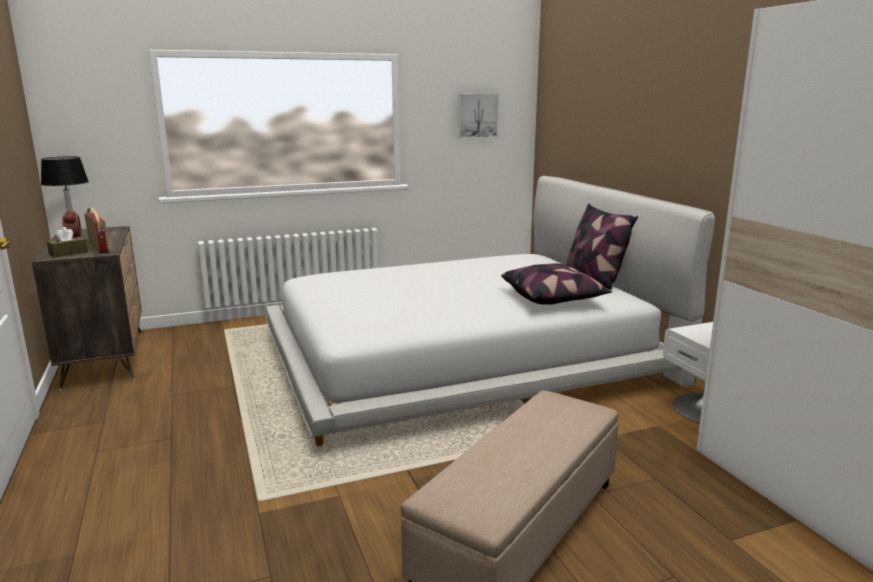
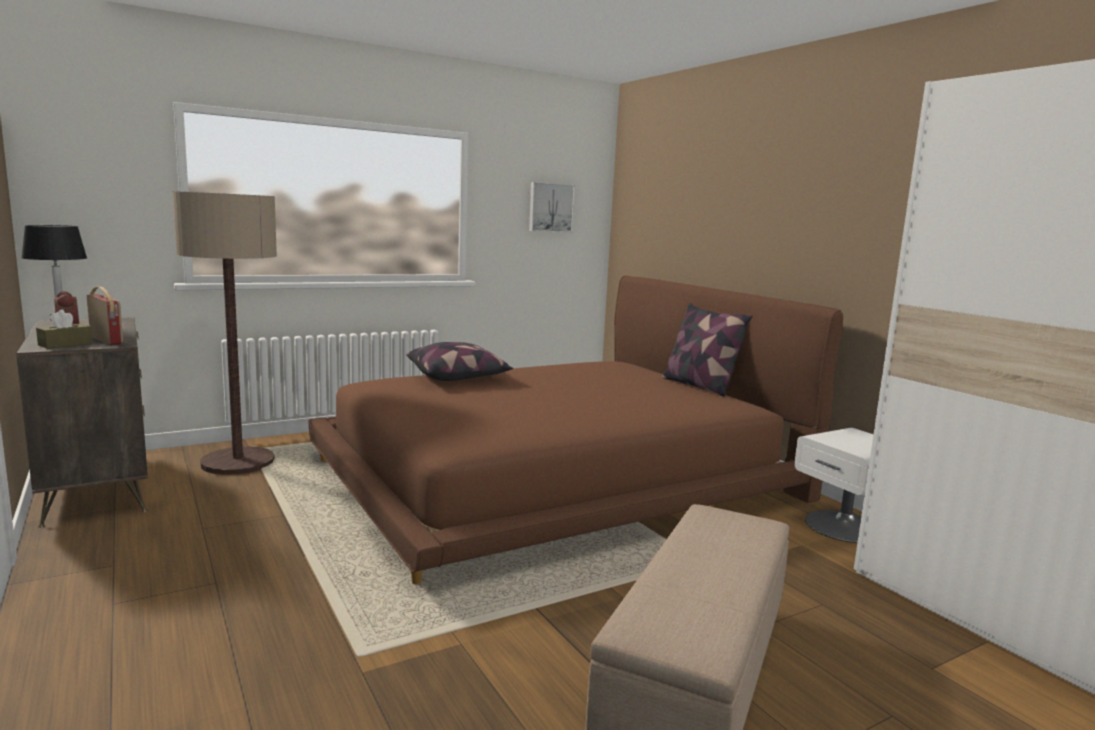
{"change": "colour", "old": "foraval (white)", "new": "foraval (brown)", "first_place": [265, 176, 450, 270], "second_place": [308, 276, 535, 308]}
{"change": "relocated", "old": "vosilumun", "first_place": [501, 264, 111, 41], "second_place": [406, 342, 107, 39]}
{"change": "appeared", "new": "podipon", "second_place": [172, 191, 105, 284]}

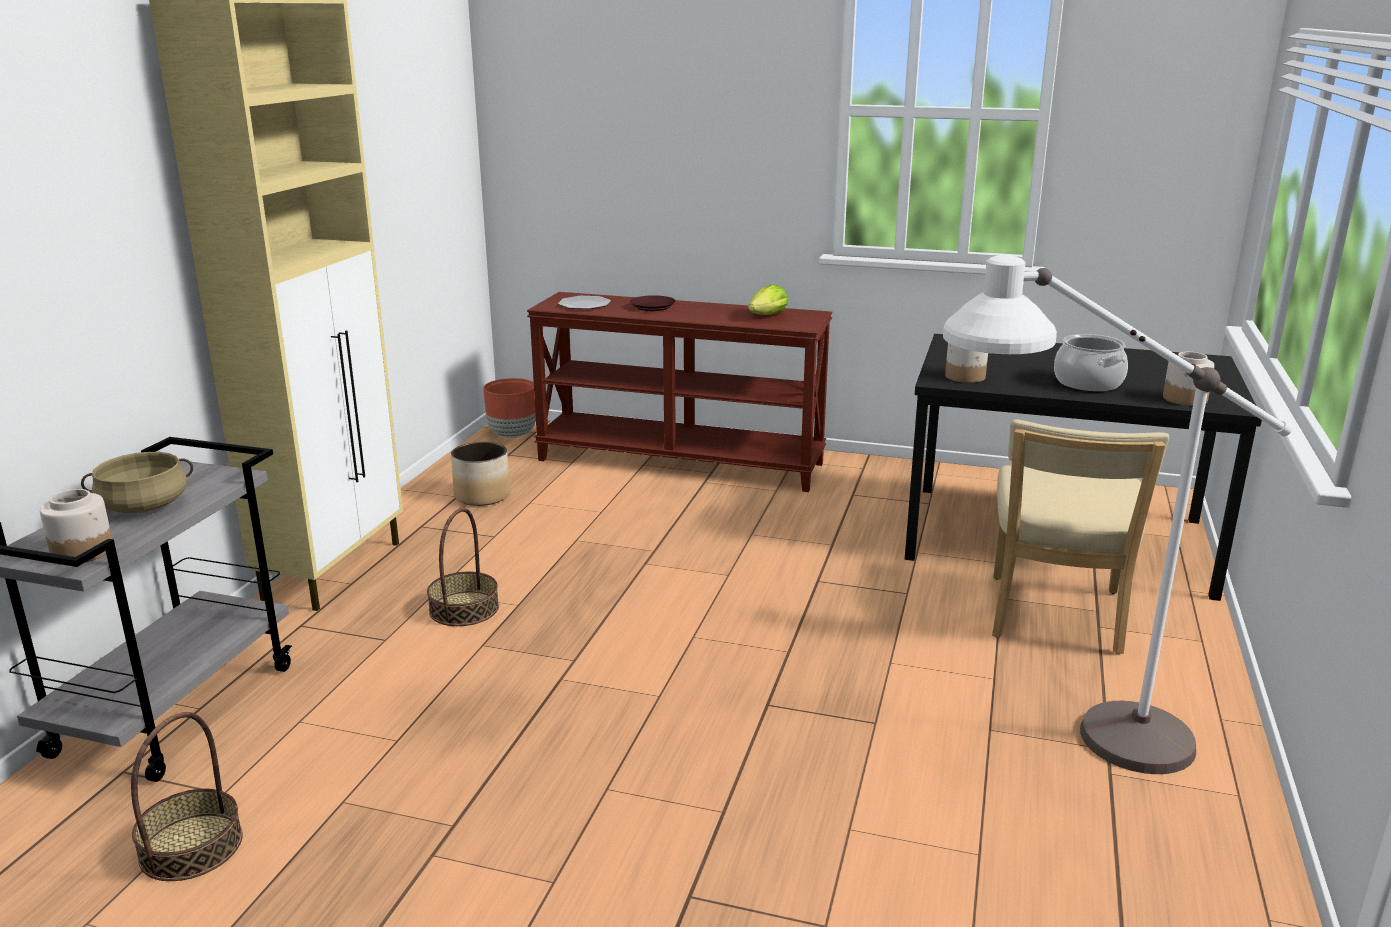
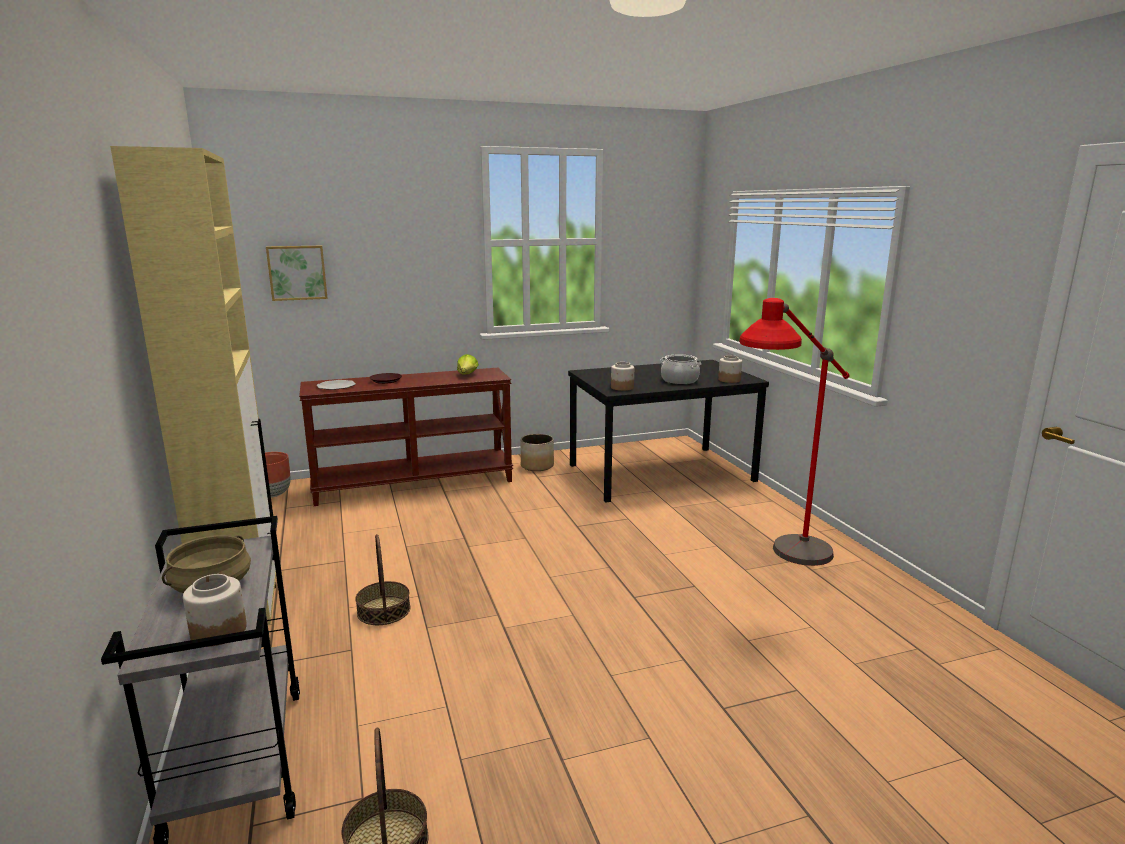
{"change": "relocated", "old": "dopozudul", "first_place": [451, 442, 59, 64], "second_place": [521, 434, 33, 37]}
{"change": "colour", "old": "podipon (white)", "new": "podipon (red)", "first_place": [943, 255, 350, 519], "second_place": [739, 298, 111, 268]}
{"change": "missing", "old": "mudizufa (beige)", "first_place": [992, 419, 177, 235]}
{"change": "appeared", "new": "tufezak", "second_place": [266, 246, 62, 55]}

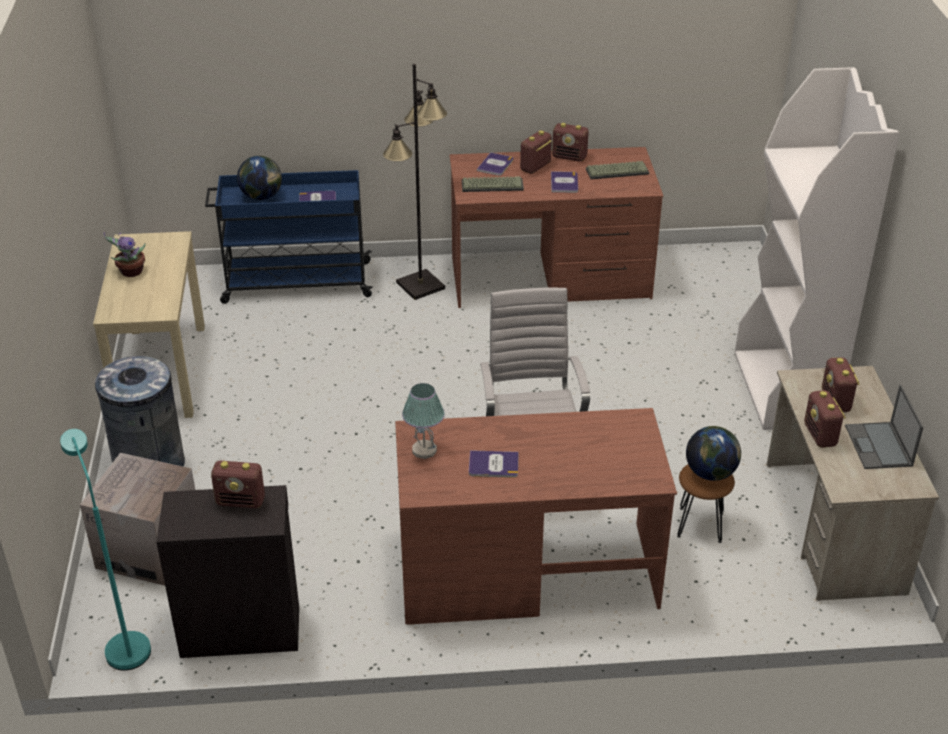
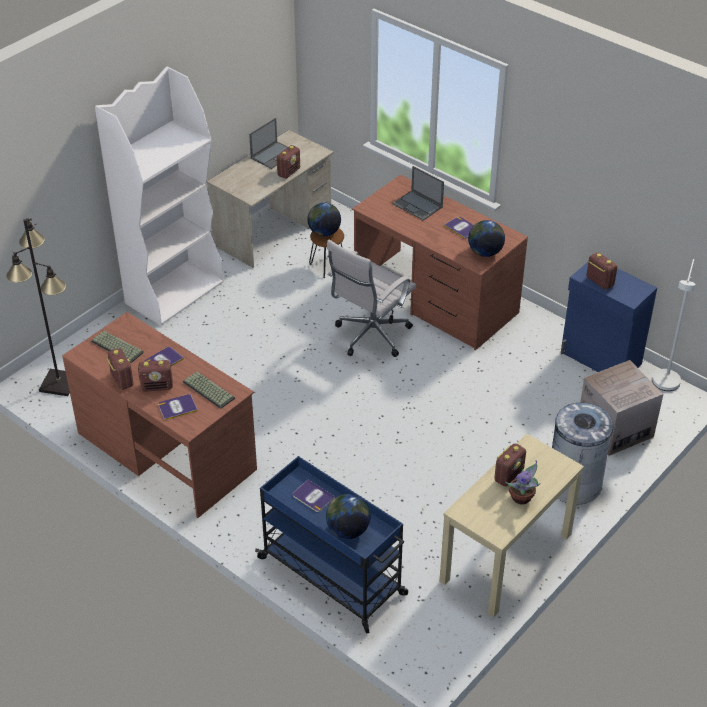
{"change": "colour", "old": "podipon (turquoise)", "new": "podipon (white)", "first_place": [60, 429, 91, 242], "second_place": [652, 259, 44, 132]}
{"change": "colour", "old": "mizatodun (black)", "new": "mizatodun (blue)", "first_place": [156, 485, 143, 173], "second_place": [561, 262, 96, 110]}
{"change": "relocated", "old": "podipon (black)", "first_place": [383, 64, 64, 236], "second_place": [6, 218, 64, 178]}
{"change": "exchanged", "old": "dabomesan", "new": "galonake", "first_place": [402, 383, 43, 76], "second_place": [468, 220, 37, 37]}
{"change": "relocated", "old": "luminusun", "first_place": [822, 357, 38, 55], "second_place": [494, 443, 32, 44]}
{"change": "appeared", "new": "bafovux", "second_place": [393, 166, 51, 55]}

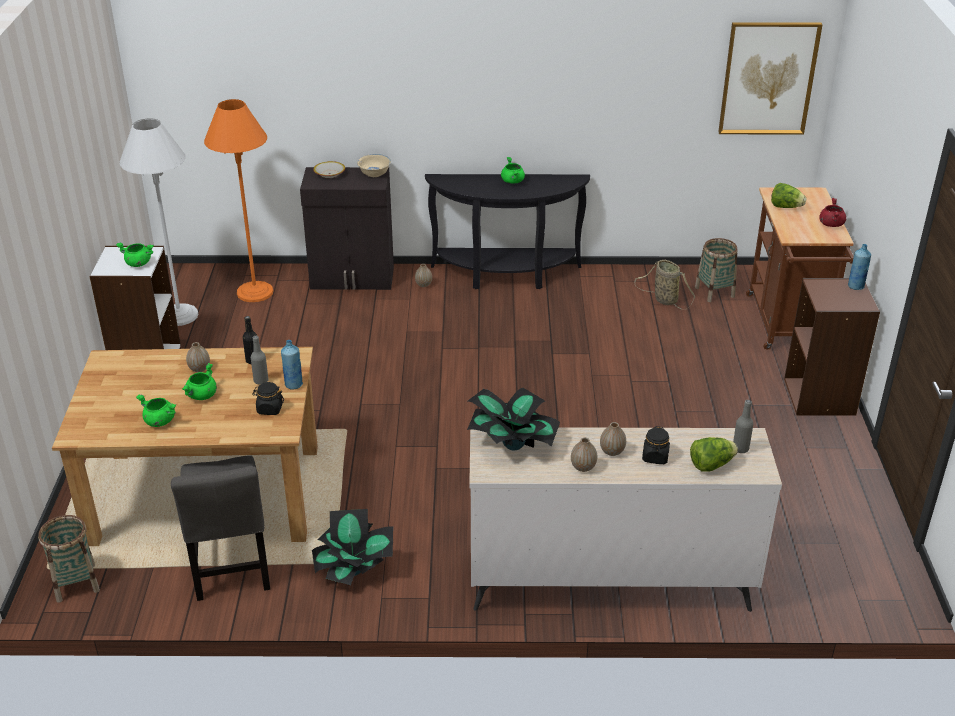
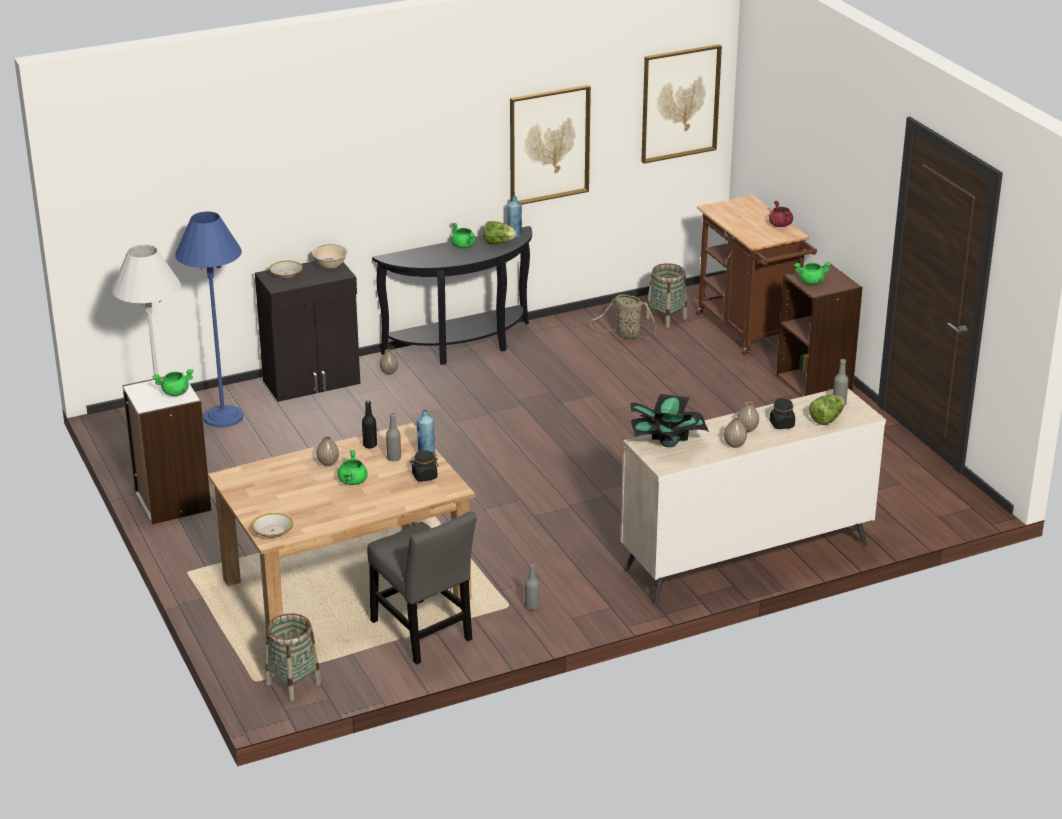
{"change": "relocated", "old": "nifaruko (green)", "first_place": [136, 395, 40, 32], "second_place": [794, 262, 37, 23]}
{"change": "colour", "old": "podipon (orange)", "new": "podipon (blue)", "first_place": [204, 99, 70, 203], "second_place": [175, 212, 68, 216]}
{"change": "exchanged", "old": "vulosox", "new": "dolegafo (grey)", "first_place": [312, 509, 81, 76], "second_place": [525, 563, 14, 47]}
{"change": "relocated", "old": "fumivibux", "first_place": [771, 183, 36, 25], "second_place": [483, 221, 33, 23]}
{"change": "relocated", "old": "dolegafo (blue)", "first_place": [848, 244, 23, 46], "second_place": [508, 196, 14, 42]}
{"change": "appeared", "new": "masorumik", "second_place": [251, 513, 42, 25]}
{"change": "appeared", "new": "tufezak", "second_place": [510, 85, 81, 120]}

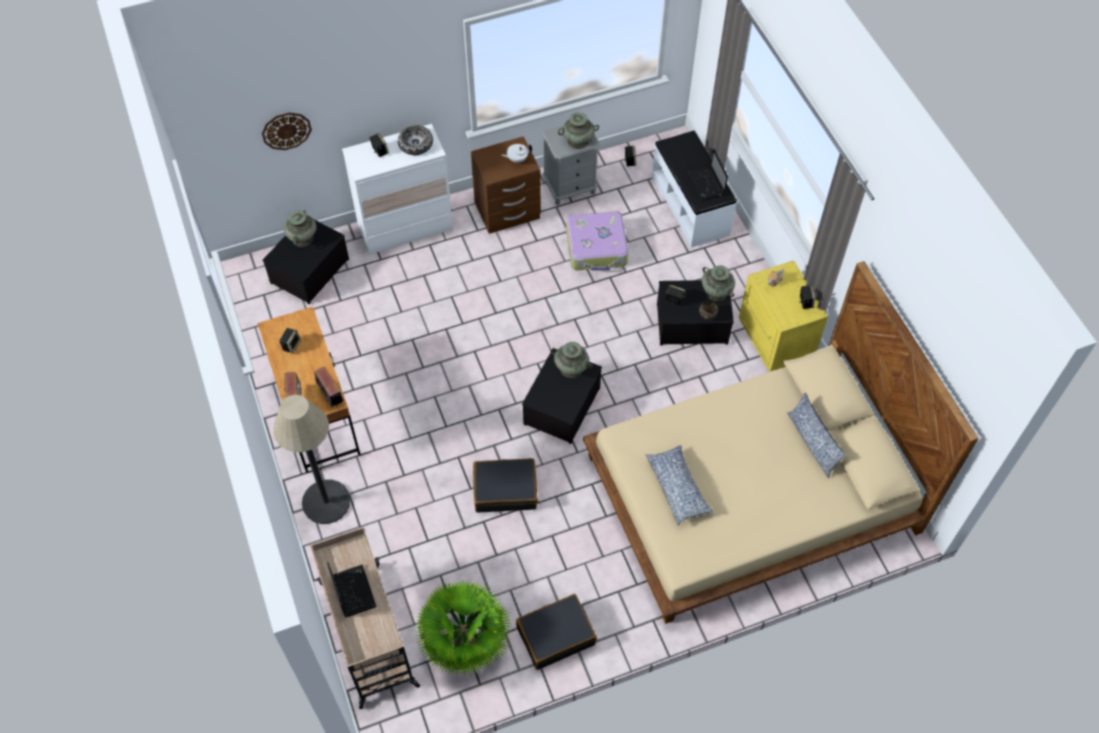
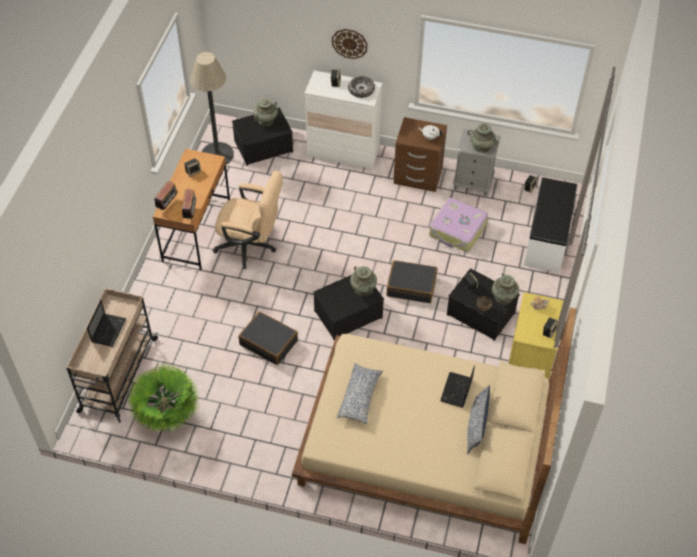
{"change": "relocated", "old": "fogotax", "first_place": [262, 113, 50, 37], "second_place": [332, 29, 35, 30]}
{"change": "relocated", "old": "podipon", "first_place": [273, 395, 78, 129], "second_place": [190, 52, 44, 112]}
{"change": "relocated", "old": "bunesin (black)", "first_place": [516, 594, 81, 76], "second_place": [387, 260, 50, 43]}
{"change": "relocated", "old": "bafovux", "first_place": [687, 149, 41, 51], "second_place": [440, 365, 35, 42]}
{"change": "appeared", "new": "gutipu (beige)", "second_place": [213, 170, 70, 99]}

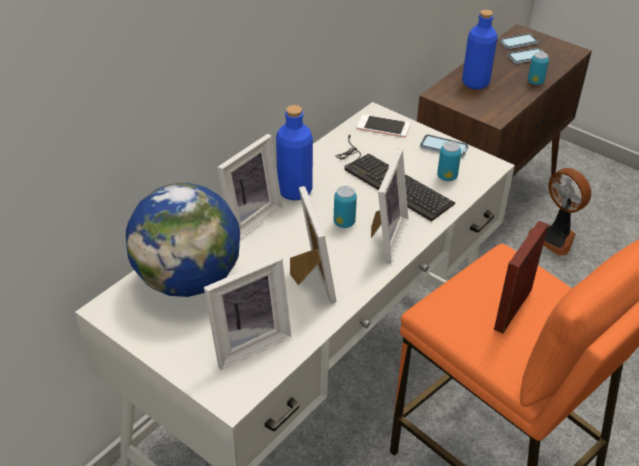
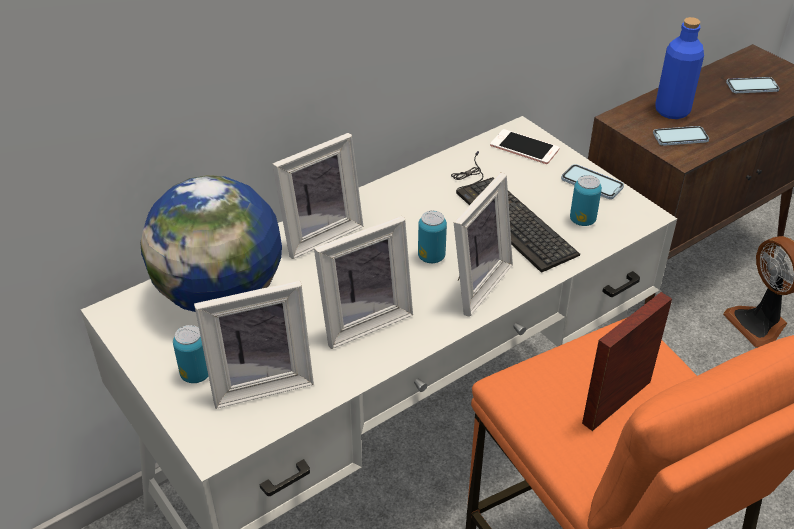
{"change": "missing", "old": "dolegafo (blue)", "first_place": [276, 105, 37, 96]}
{"change": "spun", "old": "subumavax", "first_place": [290, 186, 46, 118], "second_place": [314, 216, 99, 133], "degrees": 60}
{"change": "relocated", "old": "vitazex", "first_place": [499, 34, 39, 15], "second_place": [653, 126, 56, 20]}
{"change": "relocated", "old": "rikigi", "first_place": [528, 52, 21, 33], "second_place": [173, 325, 36, 58]}

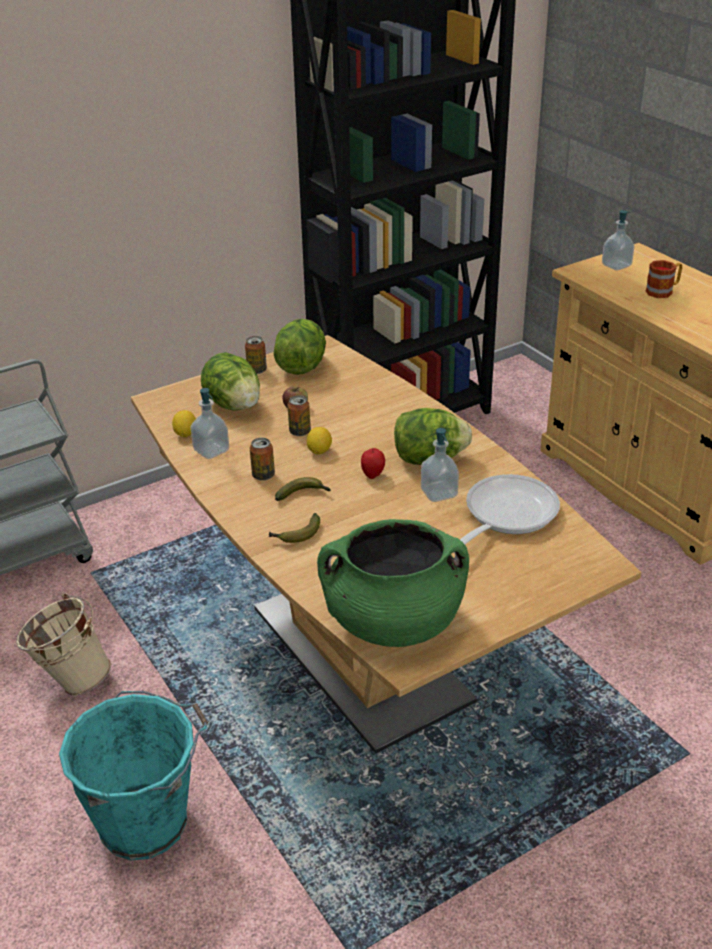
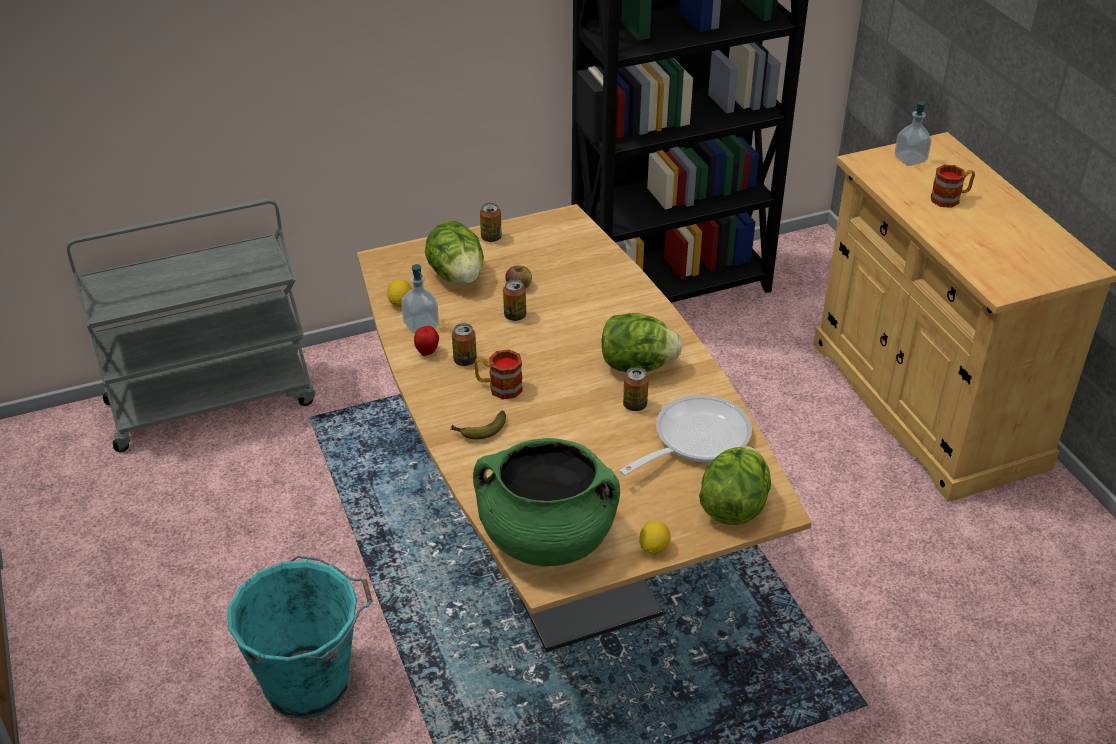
{"change": "missing", "old": "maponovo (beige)", "first_place": [16, 593, 95, 103]}
{"change": "relocated", "old": "fumivibux", "first_place": [273, 319, 53, 56], "second_place": [699, 446, 72, 79]}
{"change": "exchanged", "old": "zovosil", "new": "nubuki", "first_place": [275, 477, 56, 24], "second_place": [474, 349, 49, 51]}
{"change": "relocated", "old": "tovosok", "first_place": [307, 427, 25, 28], "second_place": [639, 521, 32, 34]}
{"change": "relocated", "old": "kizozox", "first_place": [361, 448, 24, 31], "second_place": [414, 326, 25, 30]}
{"change": "exchanged", "old": "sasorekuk", "new": "rikigi", "first_place": [421, 428, 38, 74], "second_place": [623, 367, 26, 44]}

